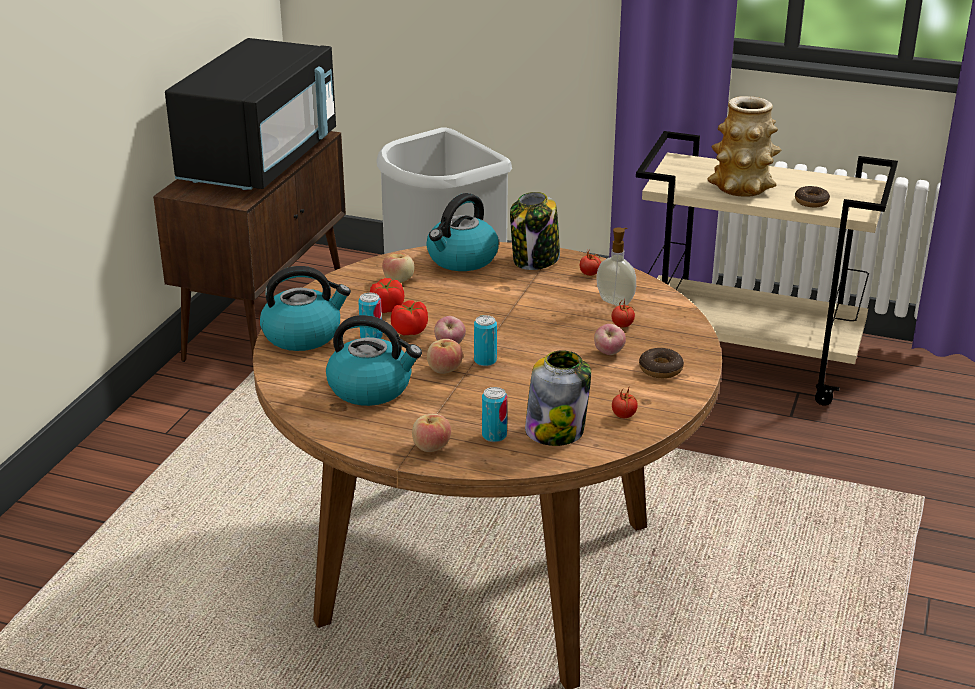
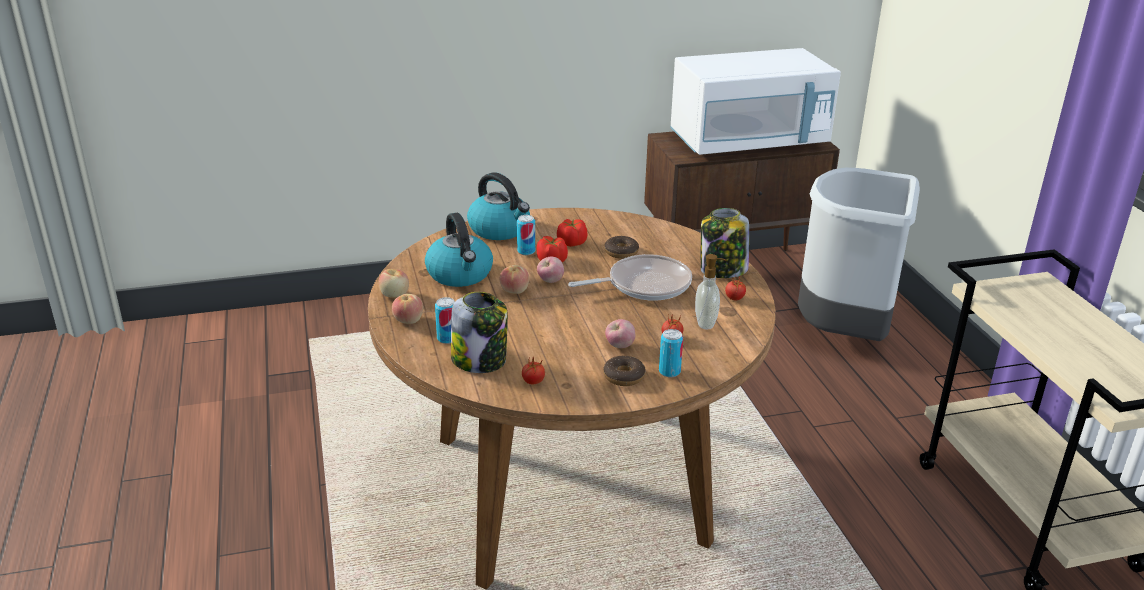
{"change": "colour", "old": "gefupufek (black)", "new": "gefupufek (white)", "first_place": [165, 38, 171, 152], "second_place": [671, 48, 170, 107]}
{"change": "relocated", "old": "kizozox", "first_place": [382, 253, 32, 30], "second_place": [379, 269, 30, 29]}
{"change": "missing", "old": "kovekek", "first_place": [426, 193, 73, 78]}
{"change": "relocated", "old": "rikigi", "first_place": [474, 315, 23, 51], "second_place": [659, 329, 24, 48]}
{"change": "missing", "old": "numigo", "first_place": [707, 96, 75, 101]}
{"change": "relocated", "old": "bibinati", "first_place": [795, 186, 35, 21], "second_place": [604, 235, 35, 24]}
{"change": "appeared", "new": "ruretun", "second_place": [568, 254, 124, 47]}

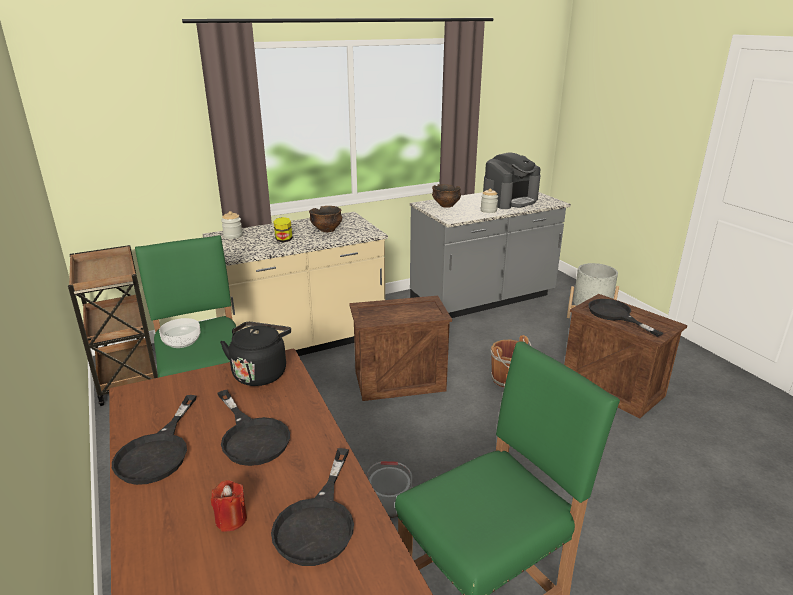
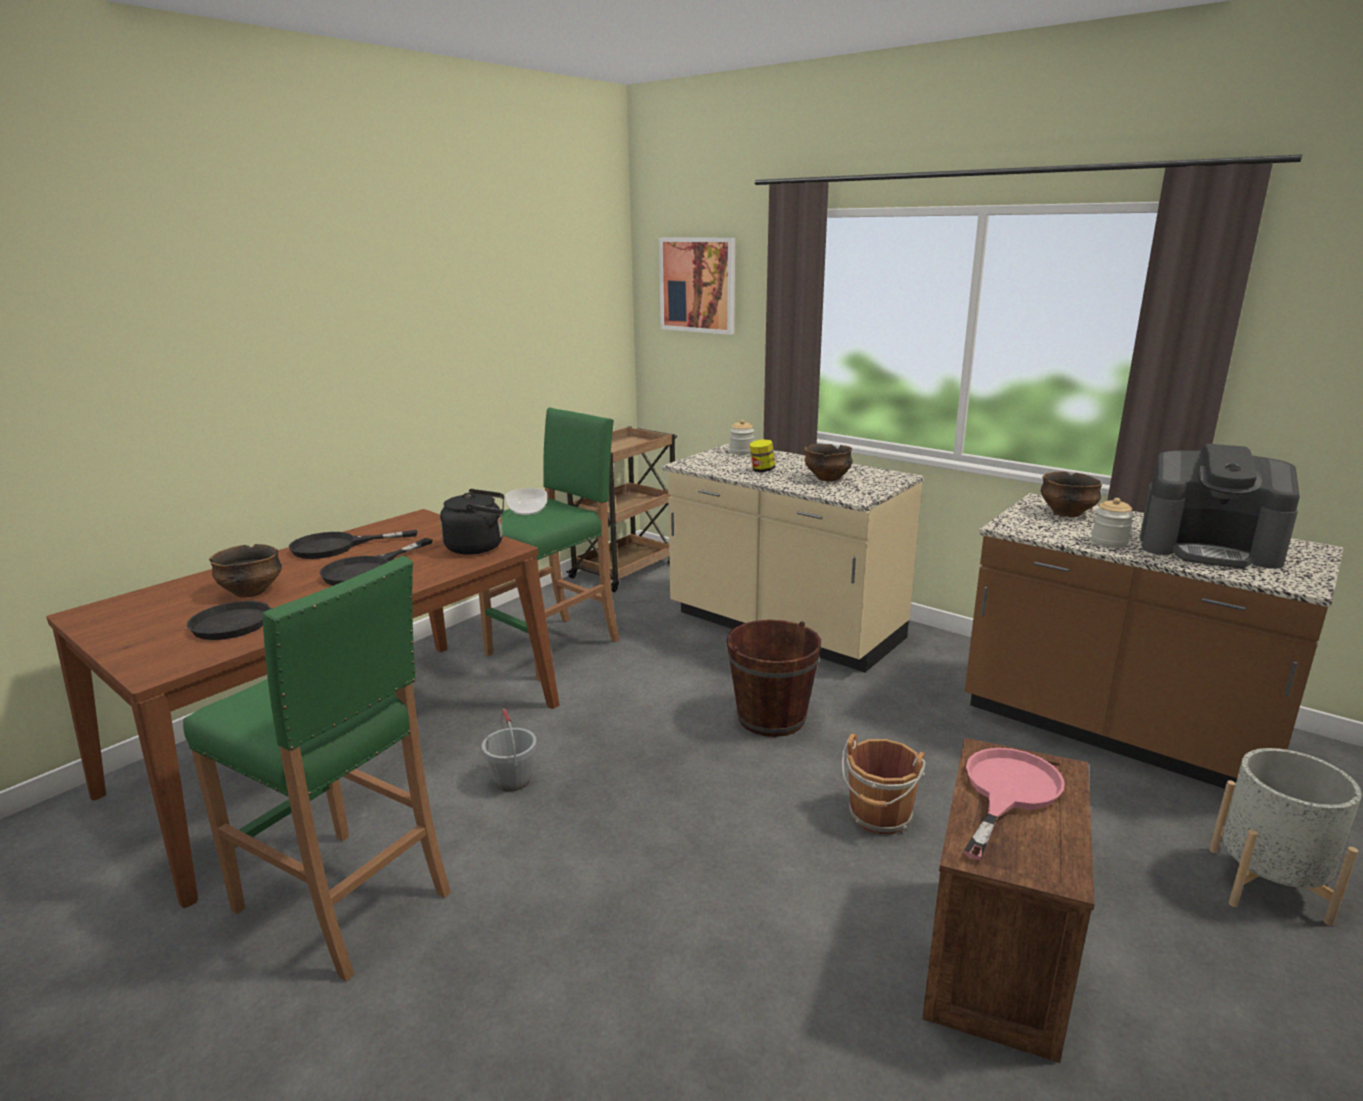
{"change": "exchanged", "old": "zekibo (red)", "new": "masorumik", "first_place": [211, 480, 36, 52], "second_place": [209, 544, 73, 54]}
{"change": "exchanged", "old": "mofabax", "new": "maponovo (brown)", "first_place": [349, 296, 103, 105], "second_place": [727, 620, 94, 117]}
{"change": "colour", "old": "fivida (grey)", "new": "fivida (brown)", "first_place": [410, 192, 161, 126], "second_place": [965, 493, 379, 296]}
{"change": "colour", "old": "ruretun (black)", "new": "ruretun (pink)", "first_place": [589, 299, 74, 38], "second_place": [964, 748, 101, 112]}
{"change": "appeared", "new": "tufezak", "second_place": [659, 238, 76, 97]}

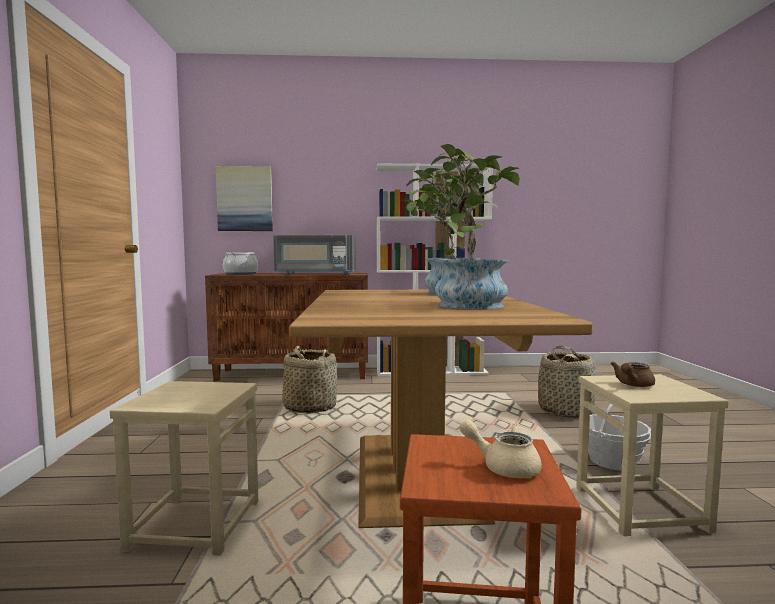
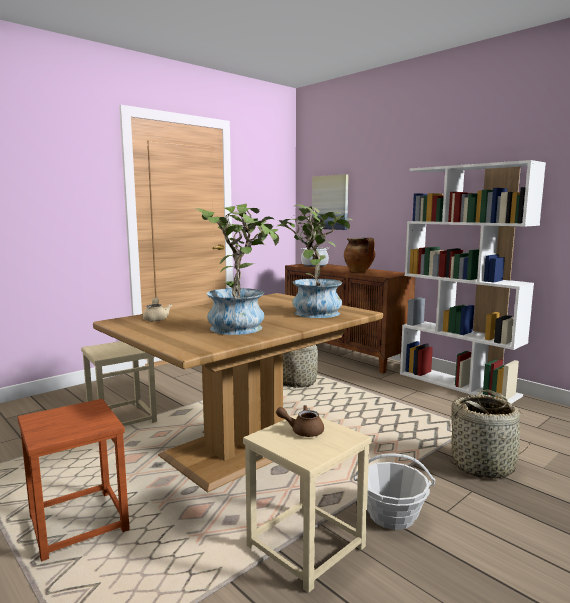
{"change": "exchanged", "old": "gefupufek (grey)", "new": "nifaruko", "first_place": [273, 235, 83, 40], "second_place": [344, 238, 31, 34]}
{"change": "relocated", "old": "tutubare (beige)", "first_place": [460, 419, 82, 59], "second_place": [143, 297, 29, 24]}

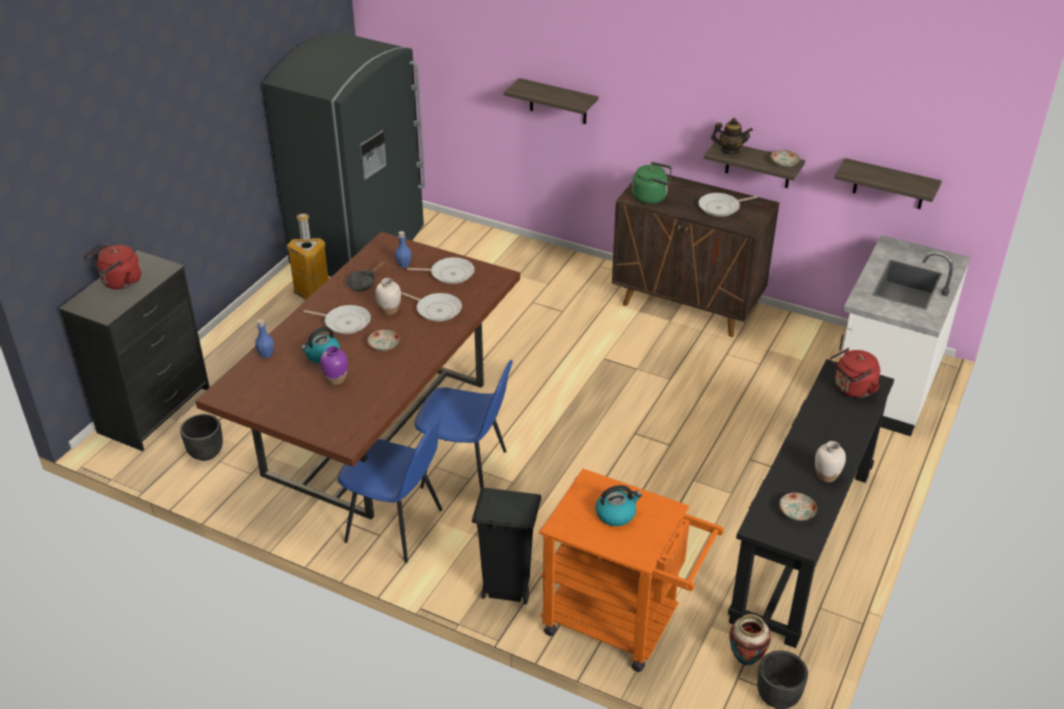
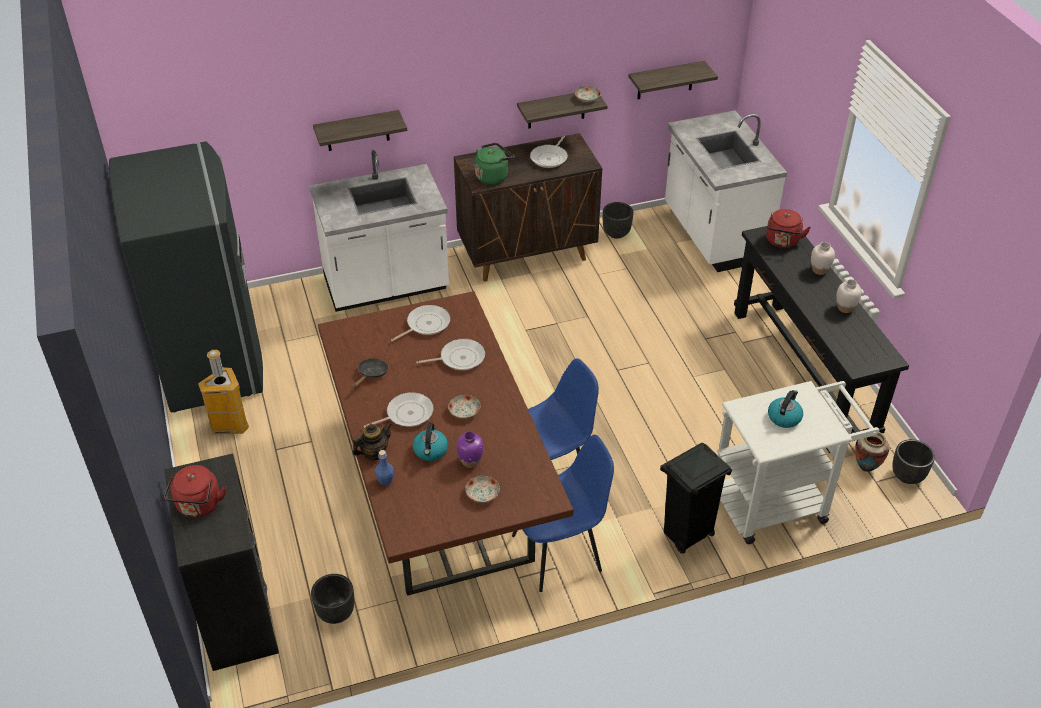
{"change": "spun", "old": "ruretun (black)", "first_place": [346, 260, 41, 31], "second_place": [353, 358, 35, 30], "degrees": -150}
{"change": "relocated", "old": "numigo (white)", "first_place": [375, 278, 26, 37], "second_place": [811, 242, 24, 33]}
{"change": "missing", "old": "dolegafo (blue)", "first_place": [395, 231, 17, 37]}
{"change": "colour", "old": "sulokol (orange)", "new": "sulokol (white)", "first_place": [539, 469, 185, 203], "second_place": [717, 381, 163, 163]}
{"change": "relocated", "old": "tutubare", "first_place": [711, 118, 42, 36], "second_place": [353, 423, 39, 37]}
{"change": "relocated", "old": "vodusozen", "first_place": [779, 493, 38, 28], "second_place": [465, 476, 35, 27]}
{"change": "appeared", "new": "fivida (white)", "second_place": [309, 150, 140, 162]}
{"change": "appeared", "new": "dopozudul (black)", "second_place": [603, 202, 30, 37]}

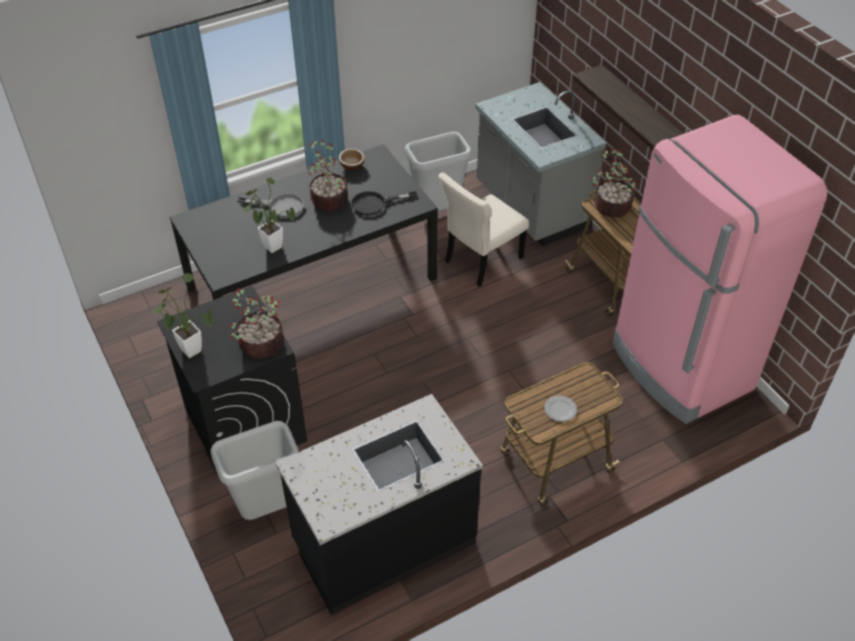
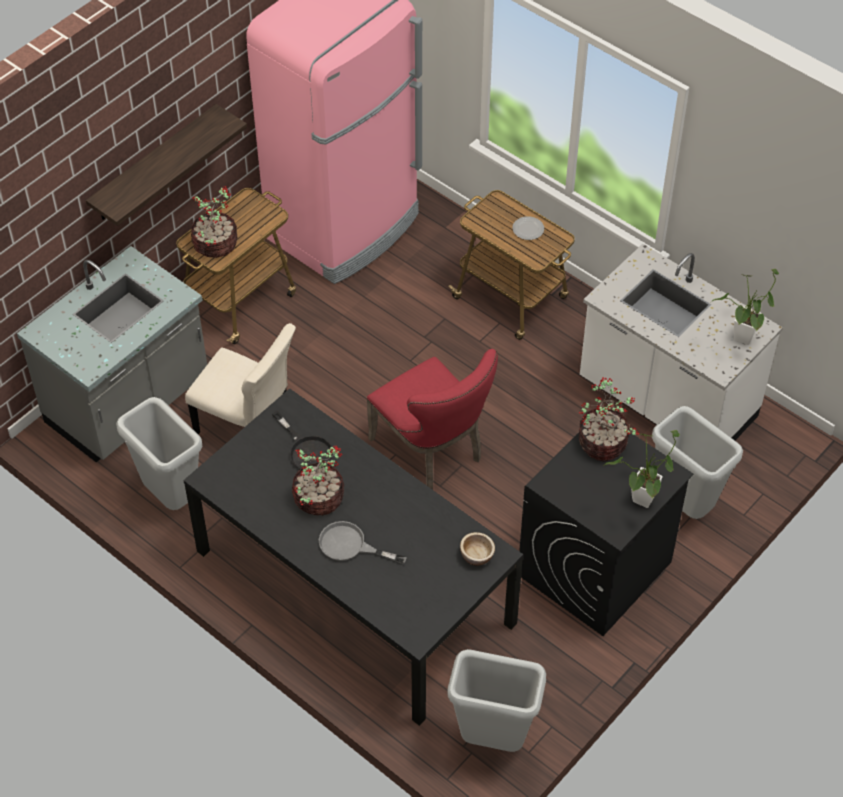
{"change": "spun", "old": "ruretun (grey)", "first_place": [237, 193, 67, 25], "second_place": [319, 521, 88, 43], "degrees": -60}
{"change": "relocated", "old": "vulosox", "first_place": [242, 177, 53, 76], "second_place": [710, 269, 69, 76]}
{"change": "colour", "old": "fivida (black)", "new": "fivida (white)", "first_place": [275, 394, 208, 221], "second_place": [580, 244, 203, 196]}
{"change": "relocated", "old": "masorumik", "first_place": [339, 149, 25, 22], "second_place": [460, 532, 35, 34]}
{"change": "appeared", "new": "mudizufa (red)", "second_place": [367, 349, 131, 141]}
{"change": "appeared", "new": "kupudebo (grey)", "second_place": [447, 649, 99, 103]}

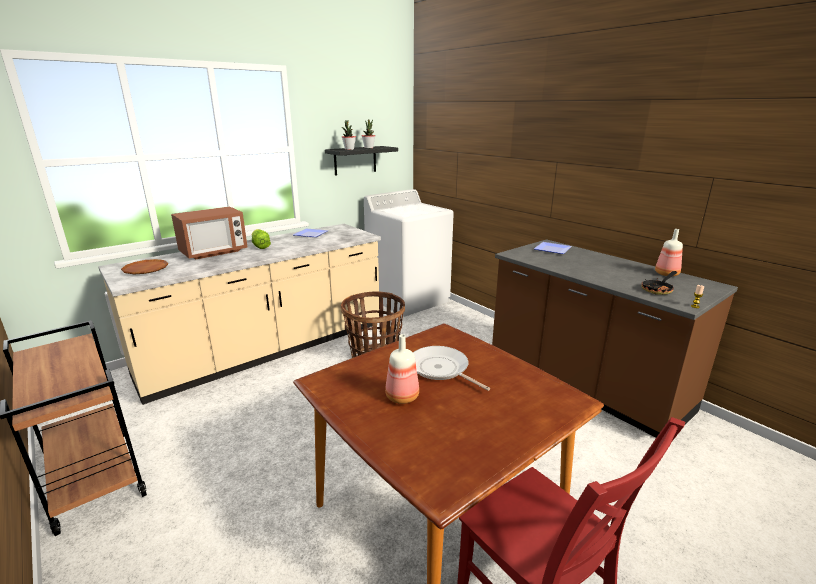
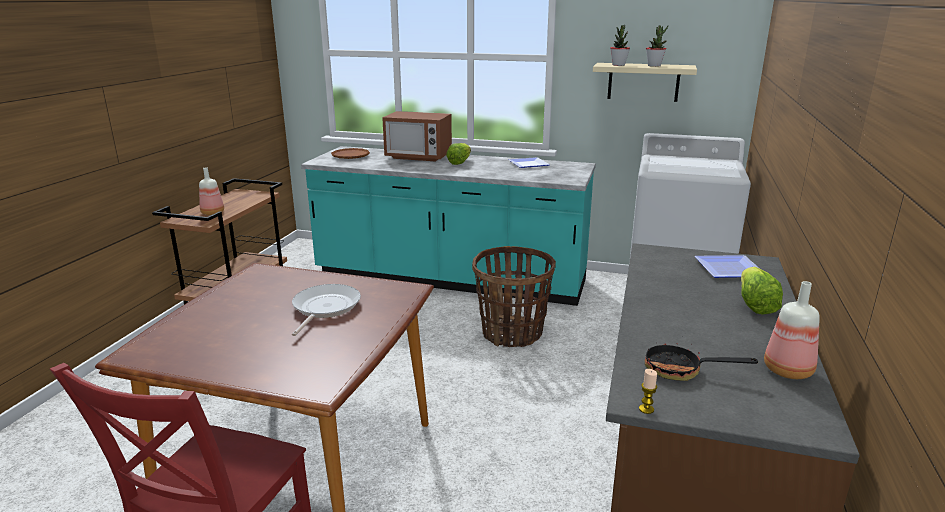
{"change": "colour", "old": "fivida (beige)", "new": "fivida (turquoise)", "first_place": [98, 224, 283, 181], "second_place": [301, 146, 295, 160]}
{"change": "colour", "old": "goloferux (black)", "new": "goloferux (beige)", "first_place": [325, 146, 73, 30], "second_place": [593, 63, 104, 39]}
{"change": "relocated", "old": "dolegafo", "first_place": [385, 334, 34, 70], "second_place": [199, 167, 25, 48]}
{"change": "appeared", "new": "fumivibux", "second_place": [741, 267, 42, 47]}

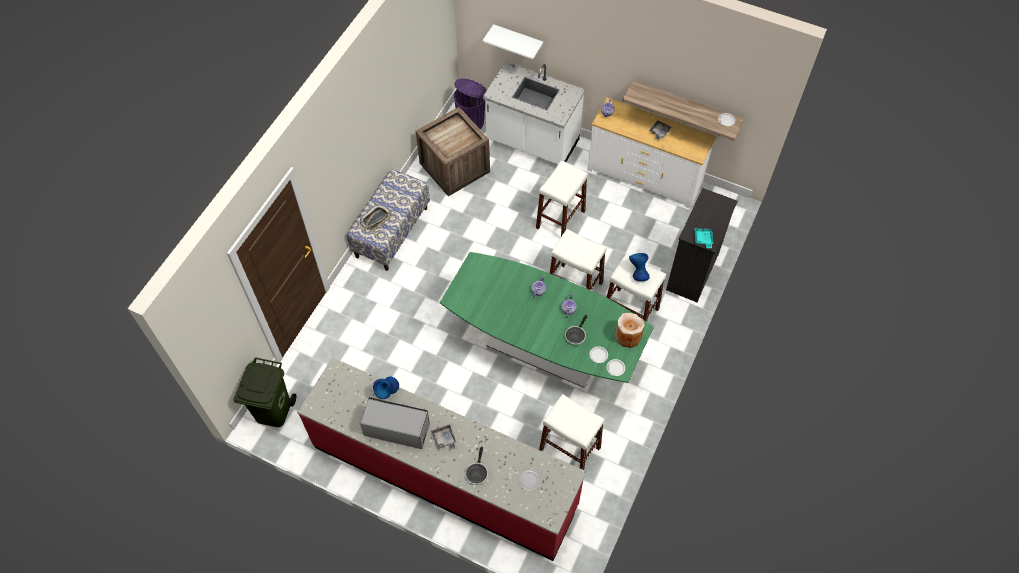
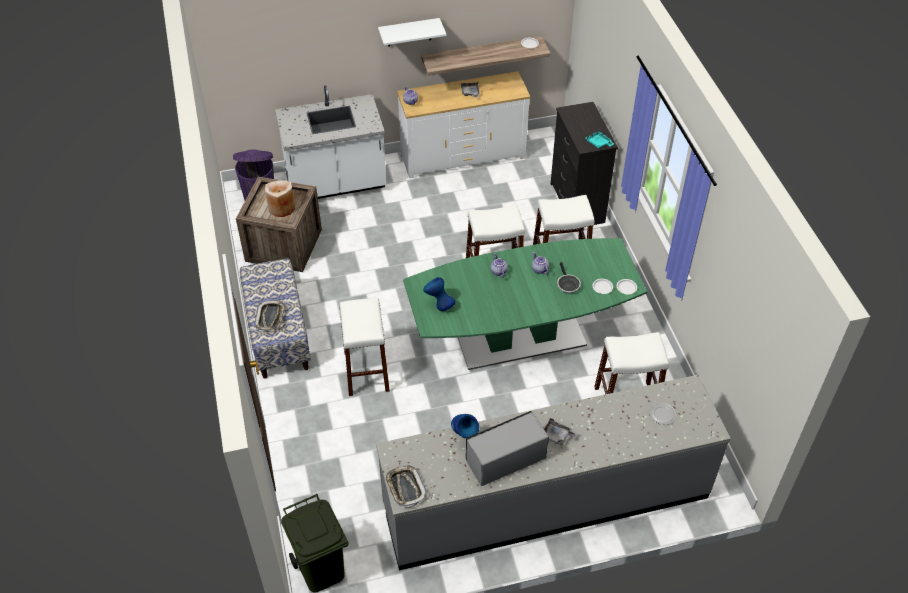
{"change": "colour", "old": "fivida (red)", "new": "fivida (grey)", "first_place": [297, 357, 290, 204], "second_place": [376, 375, 355, 196]}
{"change": "missing", "old": "ruretun", "first_place": [465, 447, 23, 38]}
{"change": "relocated", "old": "goloferux (white)", "first_place": [483, 24, 60, 35], "second_place": [378, 18, 68, 29]}
{"change": "relocated", "old": "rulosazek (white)", "first_place": [536, 160, 52, 76], "second_place": [340, 298, 50, 98]}
{"change": "relocated", "old": "numigo (beige)", "first_place": [615, 313, 30, 35], "second_place": [265, 181, 30, 36]}
{"change": "relocated", "old": "numigo (blue)", "first_place": [629, 253, 21, 28], "second_place": [423, 277, 32, 34]}
{"change": "appeared", "new": "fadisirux", "second_place": [384, 465, 43, 43]}

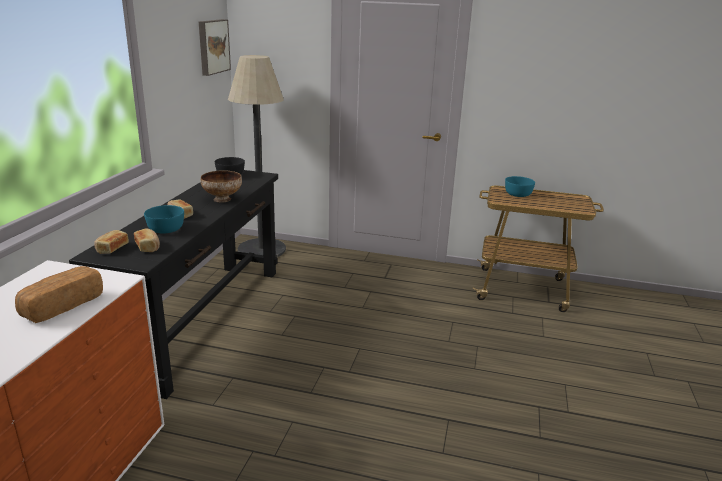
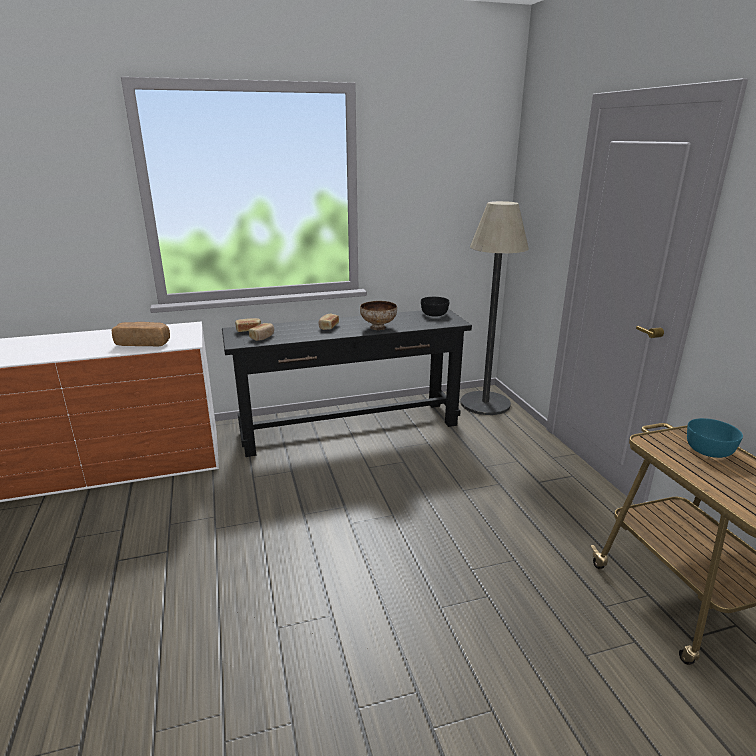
{"change": "missing", "old": "masorumik (turquoise)", "first_place": [144, 205, 40, 29]}
{"change": "missing", "old": "tufezak", "first_place": [199, 19, 32, 57]}

